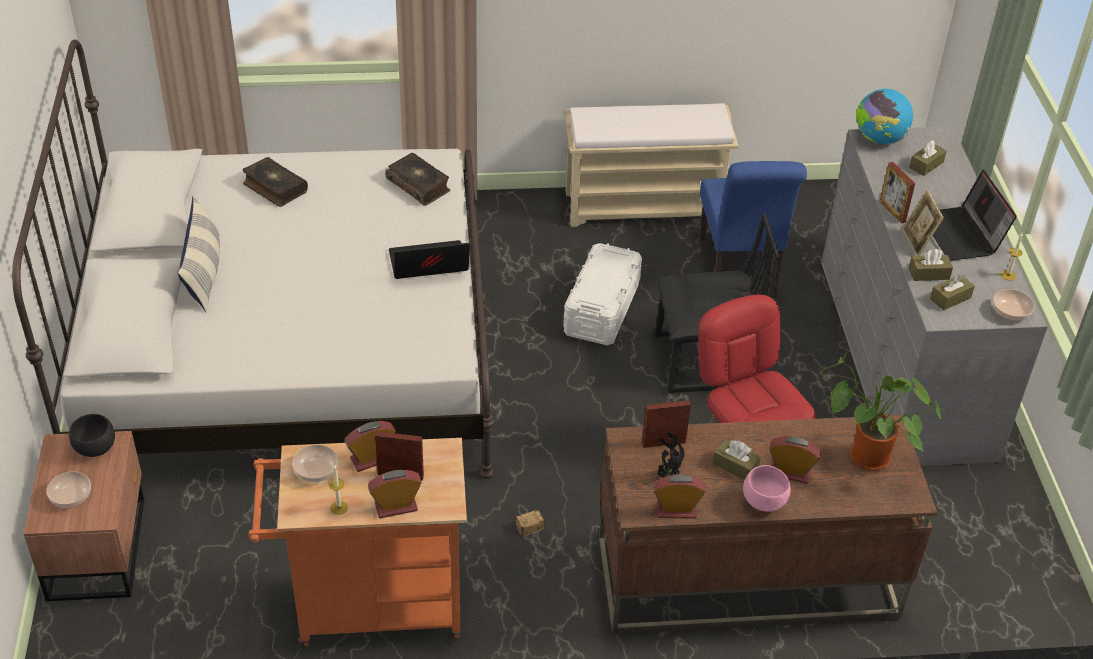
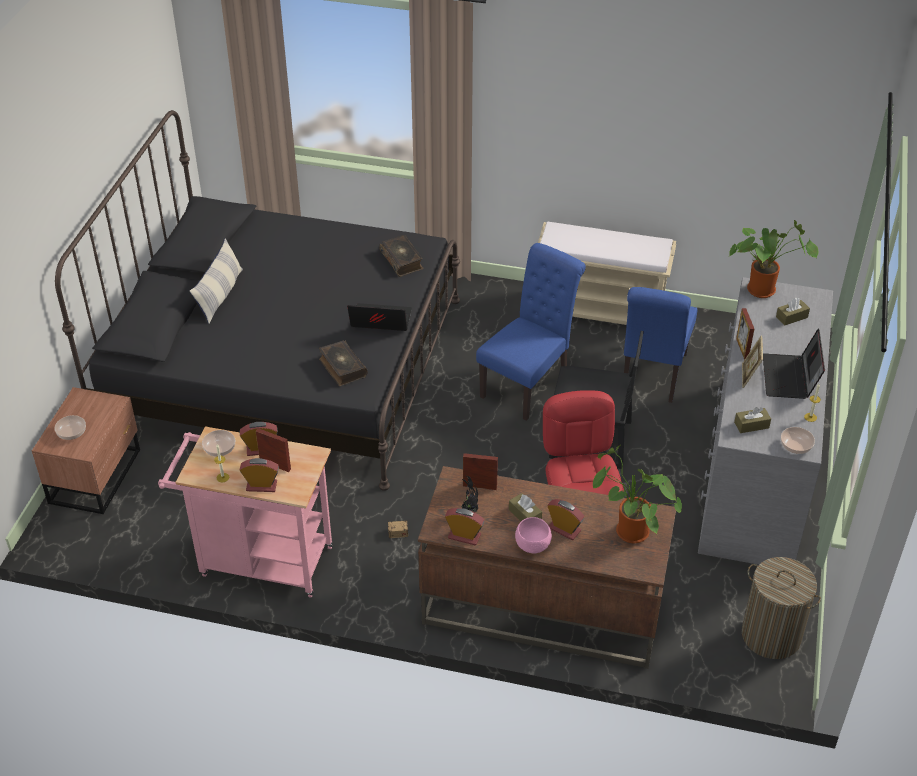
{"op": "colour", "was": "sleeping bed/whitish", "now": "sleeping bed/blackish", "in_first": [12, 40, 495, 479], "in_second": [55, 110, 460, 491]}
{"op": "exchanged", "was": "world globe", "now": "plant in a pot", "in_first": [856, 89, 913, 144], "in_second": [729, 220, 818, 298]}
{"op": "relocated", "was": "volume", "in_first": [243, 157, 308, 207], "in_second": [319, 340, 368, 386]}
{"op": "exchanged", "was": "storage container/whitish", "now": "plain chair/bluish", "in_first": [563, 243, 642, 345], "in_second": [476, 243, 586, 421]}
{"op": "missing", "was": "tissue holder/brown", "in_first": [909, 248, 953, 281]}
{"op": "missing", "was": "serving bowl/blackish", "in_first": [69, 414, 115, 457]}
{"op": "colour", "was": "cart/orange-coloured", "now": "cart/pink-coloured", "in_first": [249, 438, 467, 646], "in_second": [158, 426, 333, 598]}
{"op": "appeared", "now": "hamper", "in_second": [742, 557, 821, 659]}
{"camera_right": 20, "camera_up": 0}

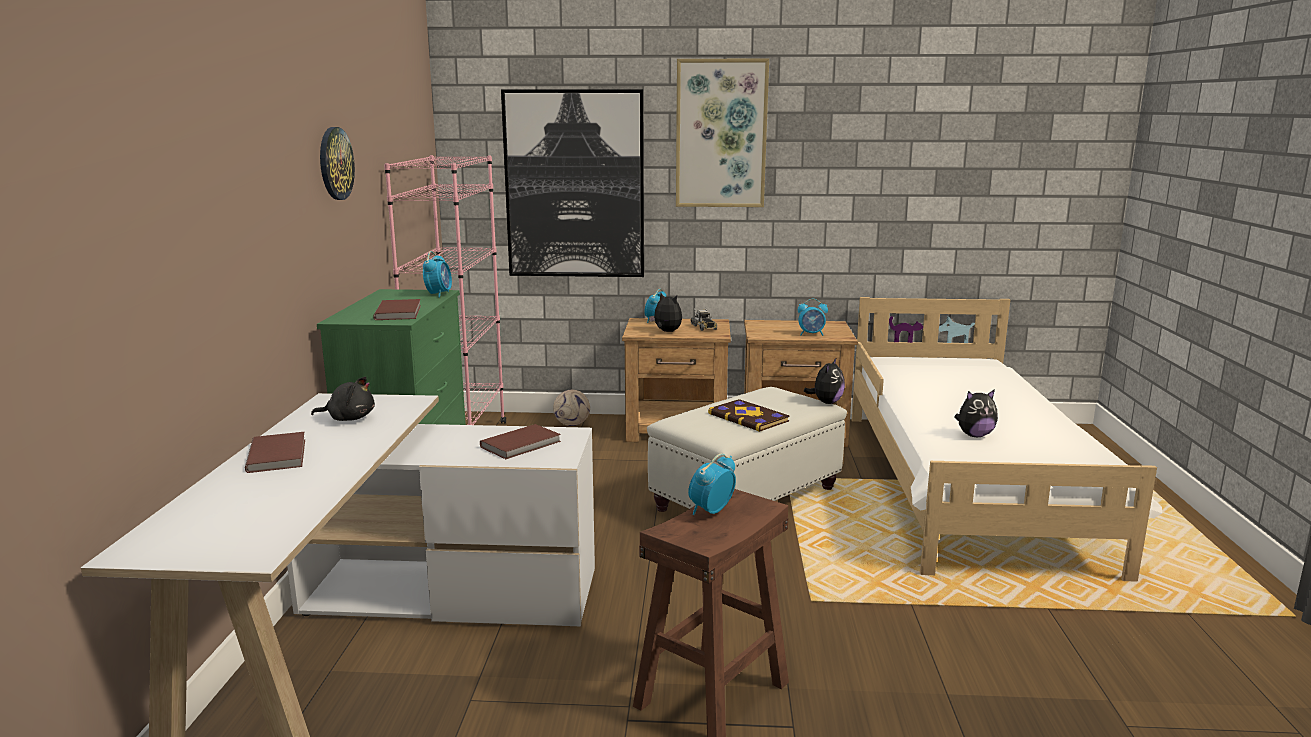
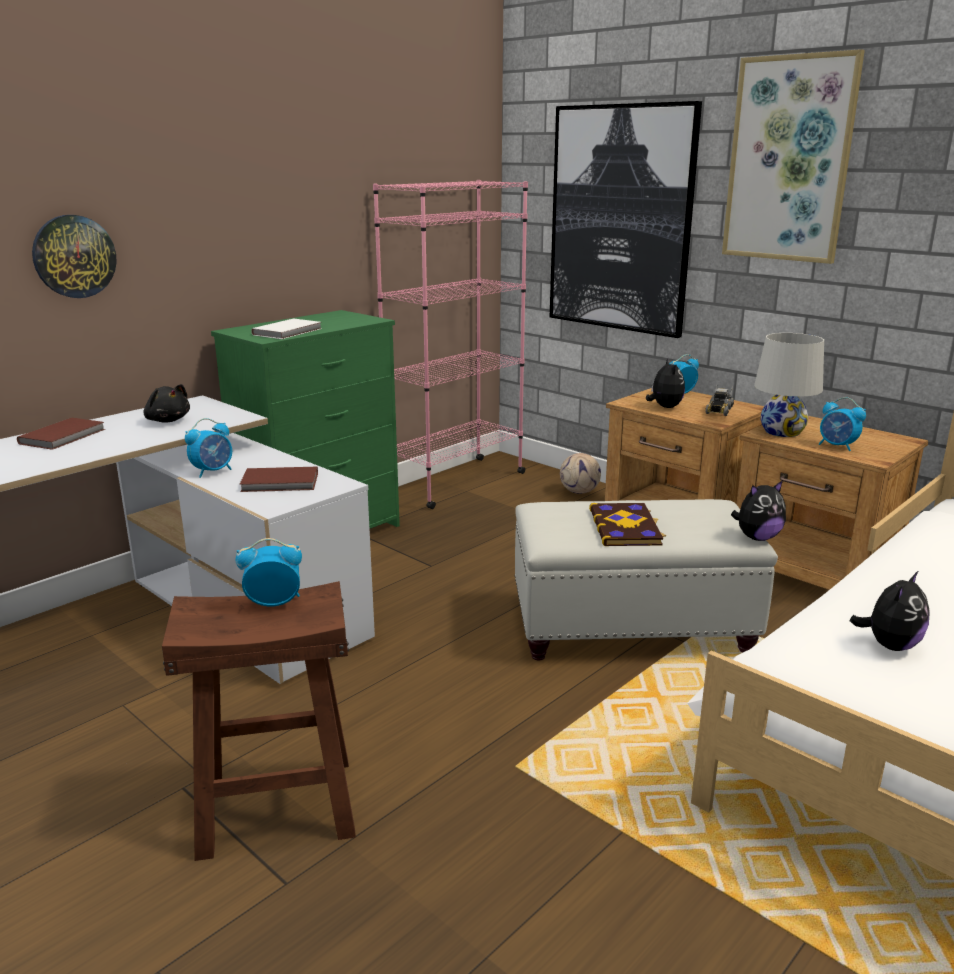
{"op": "relocated", "was": "hanging clock", "in_first": [320, 127, 355, 200], "in_second": [32, 215, 116, 298]}
{"op": "relocated", "was": "alarm clock", "in_first": [423, 251, 452, 298], "in_second": [185, 418, 232, 478]}
{"op": "colour", "was": "volume/brown", "now": "volume/whitish", "in_first": [373, 299, 421, 320], "in_second": [251, 318, 322, 339]}
{"op": "spun", "was": "cuddly toy", "in_first": [955, 389, 998, 437], "in_second": [850, 571, 930, 651], "clockwise": -75}
{"op": "appeared", "now": "table lamp/whitish", "in_second": [754, 333, 824, 437]}
{"camera_right": 40, "camera_up": 5}

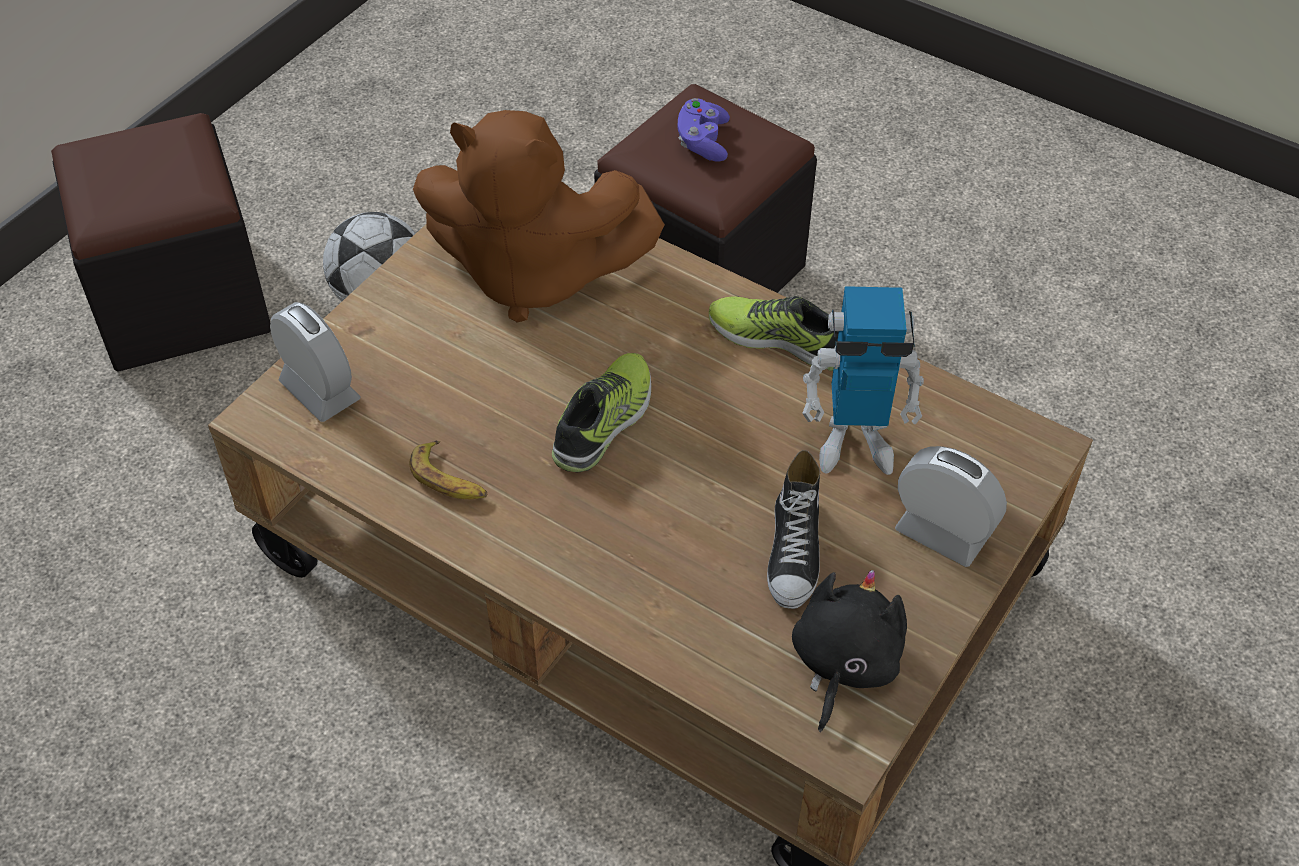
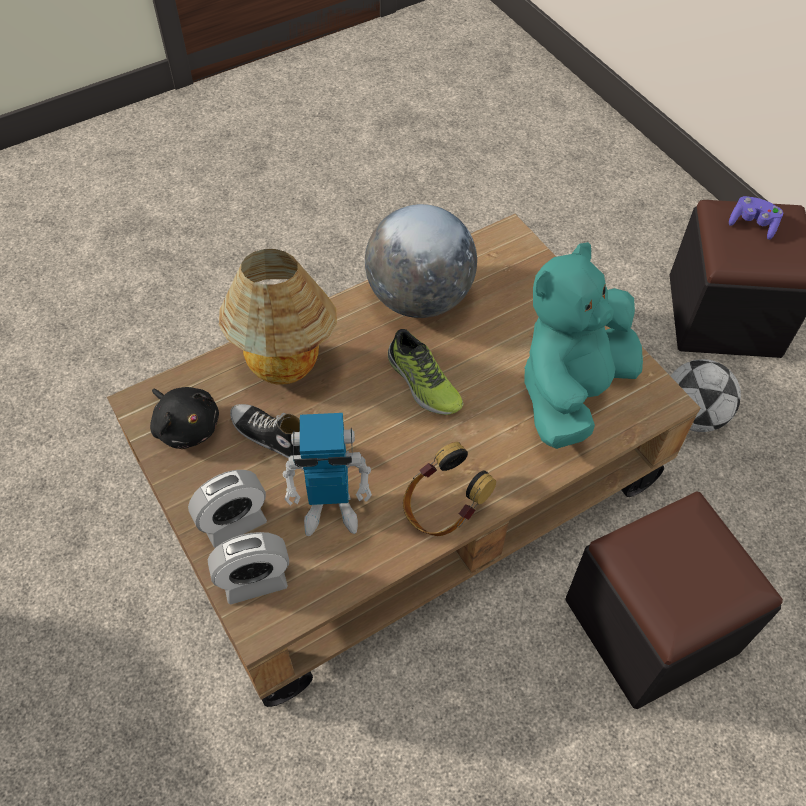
{"op": "relocated", "was": "gamepad/purplish", "in_first": [678, 98, 730, 162], "in_second": [729, 196, 783, 240]}
{"op": "colour", "was": "cuddly toy/brown", "now": "cuddly toy/turquoise", "in_first": [413, 110, 665, 323], "in_second": [524, 242, 643, 449]}
{"op": "spun", "was": "model robot", "in_first": [802, 286, 924, 475], "in_second": [283, 413, 372, 536], "clockwise": -120}
{"op": "exchanged", "was": "low shoe", "now": "headphones", "in_first": [709, 296, 839, 371], "in_second": [403, 442, 496, 536]}
{"op": "relocated", "was": "alarm clock", "in_first": [270, 302, 361, 422], "in_second": [208, 532, 289, 605]}
{"op": "exchanged", "was": "whole banana", "now": "world globe", "in_first": [410, 441, 487, 499], "in_second": [365, 204, 477, 318]}
{"op": "appeared", "now": "table lamp", "in_second": [219, 249, 337, 385]}
{"camera_right": 115, "camera_up": 5}

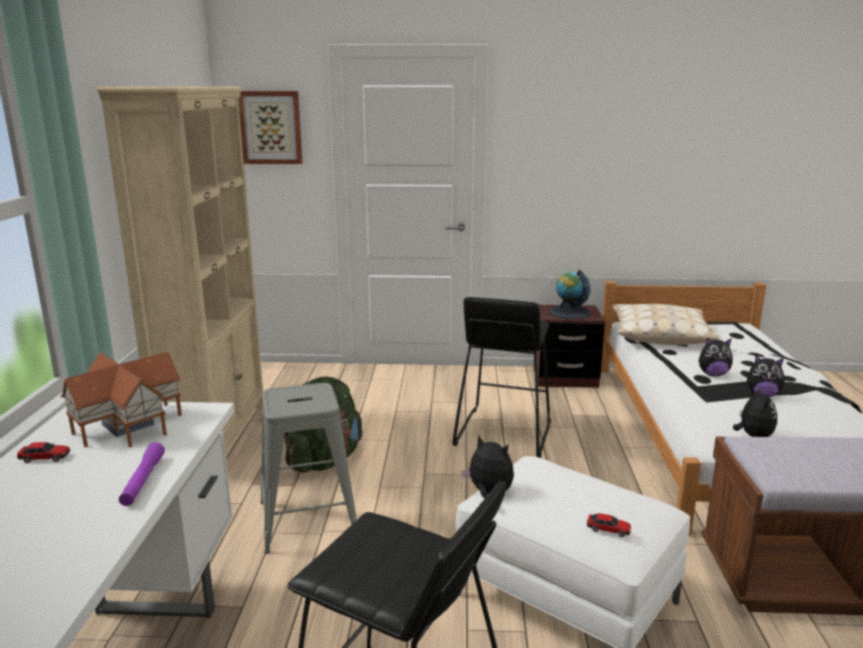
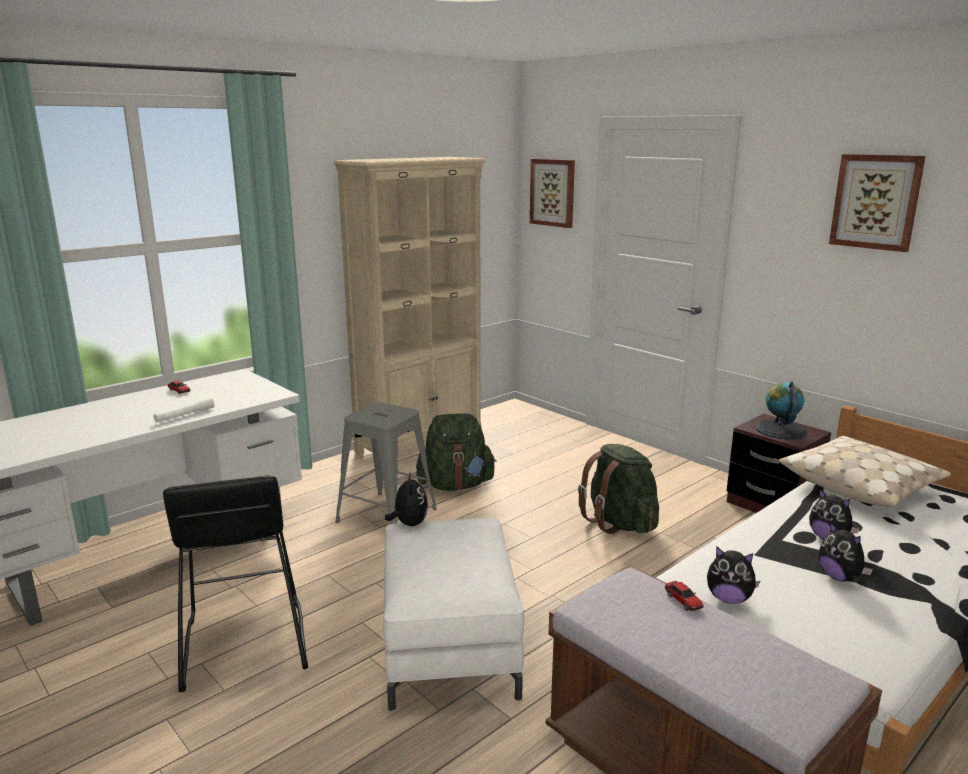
{"op": "exchanged", "was": "stool/blackish", "now": "rucksack/greenish", "in_first": [452, 297, 551, 458], "in_second": [578, 444, 659, 534]}
{"op": "missing", "was": "miniature house", "in_first": [61, 352, 182, 447]}
{"op": "spun", "was": "cuddly toy", "in_first": [733, 387, 777, 437], "in_second": [707, 546, 760, 604], "clockwise": 60}
{"op": "colour", "was": "flashlight/purplish", "now": "flashlight/whitish", "in_first": [119, 442, 165, 506], "in_second": [154, 397, 214, 423]}
{"op": "relocated", "was": "model car", "in_first": [587, 513, 631, 537], "in_second": [665, 581, 704, 611]}
{"op": "appeared", "now": "picture", "in_second": [829, 154, 926, 252]}
{"camera_right": 45, "camera_up": 0}

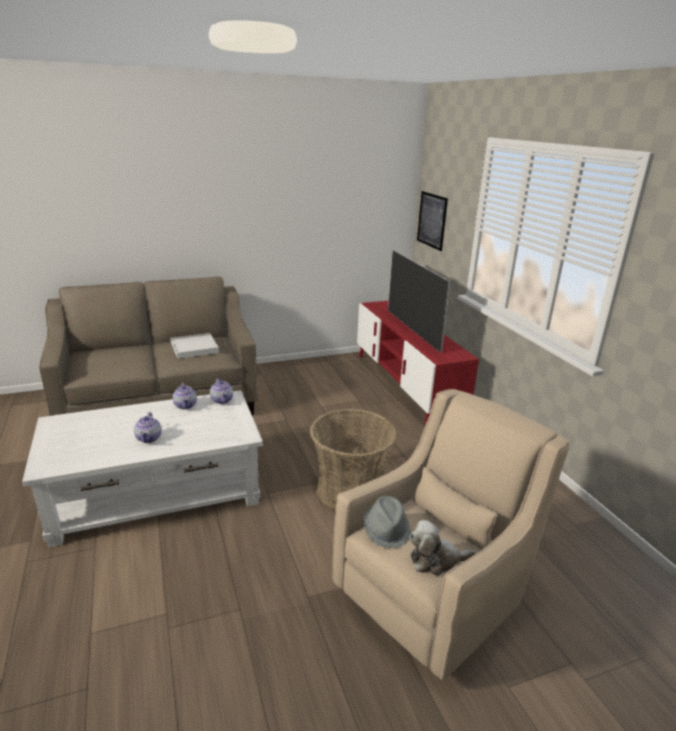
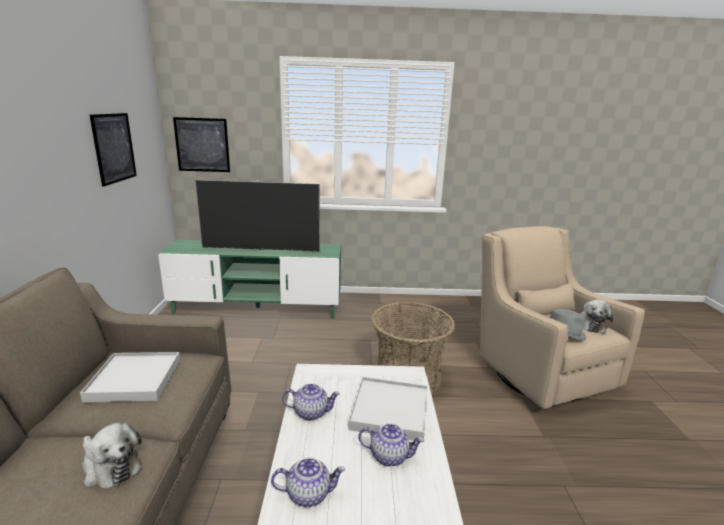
{"op": "colour", "was": "tv stand/reddish", "now": "tv stand/greenish", "in_first": [357, 301, 479, 426], "in_second": [158, 240, 341, 319]}
{"op": "relocated", "was": "teapot", "in_first": [210, 378, 233, 404], "in_second": [271, 457, 345, 507]}
{"op": "appeared", "now": "picture", "in_second": [90, 113, 137, 187]}
{"op": "appeared", "now": "carrying tray/whitish", "in_second": [348, 377, 428, 440]}
{"op": "appeared", "now": "cuddly toy", "in_second": [82, 423, 142, 489]}
{"camera_right": -70, "camera_up": -5}

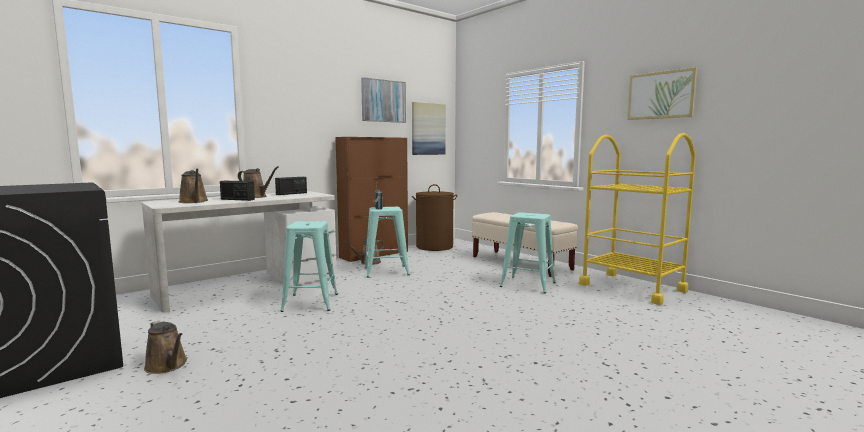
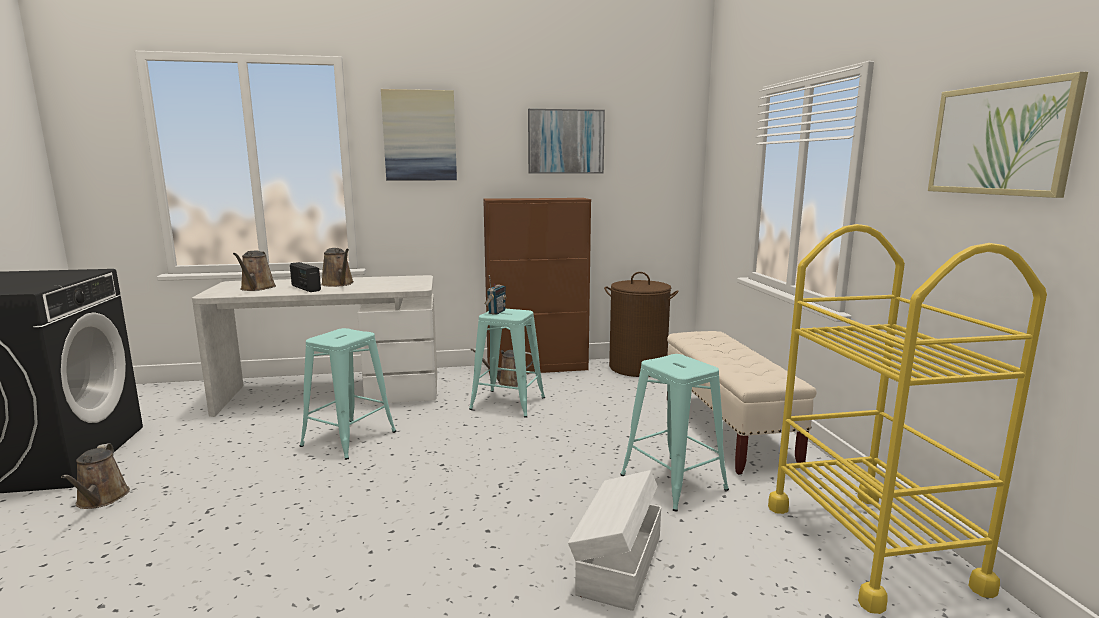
{"op": "relocated", "was": "picture", "in_first": [412, 102, 446, 155], "in_second": [381, 89, 457, 181]}
{"op": "missing", "was": "radio set", "in_first": [275, 177, 307, 195]}
{"op": "appeared", "now": "storage container/whitish", "in_second": [568, 470, 661, 611]}
{"camera_right": 30, "camera_up": 5}

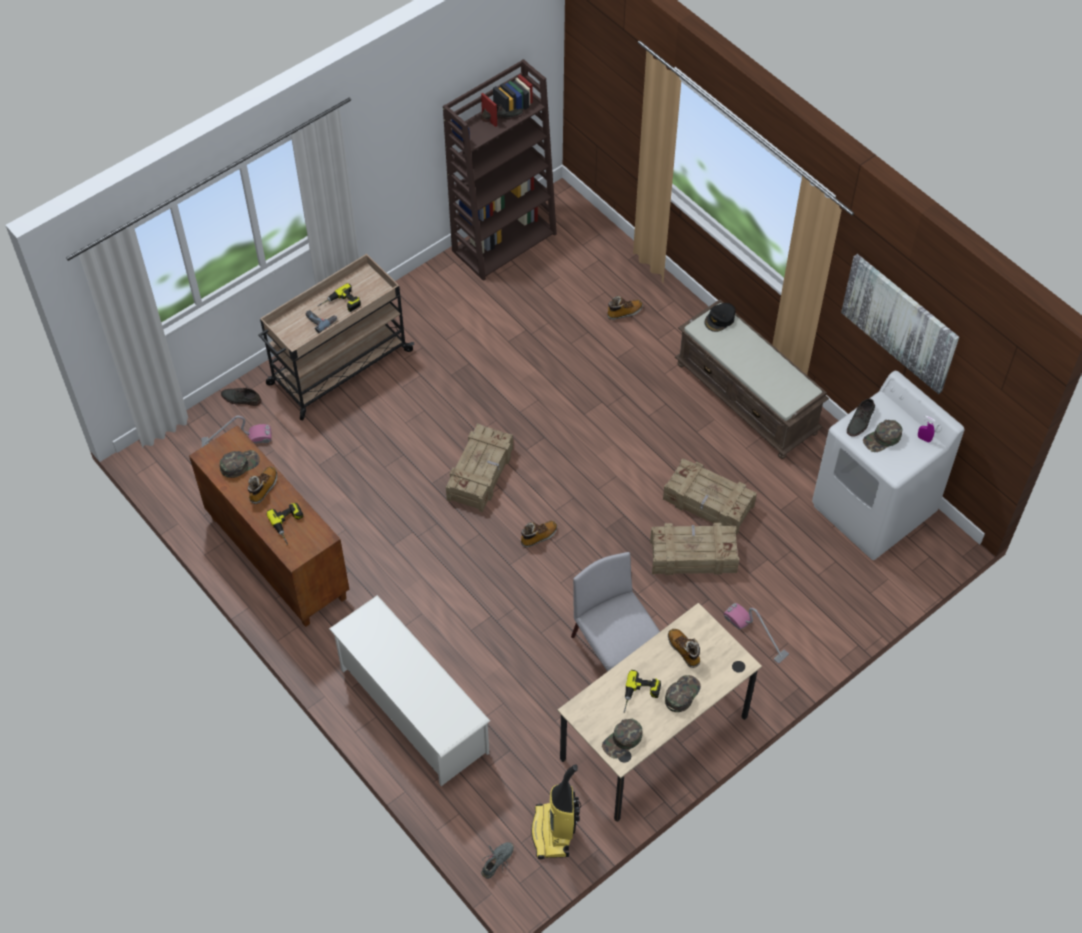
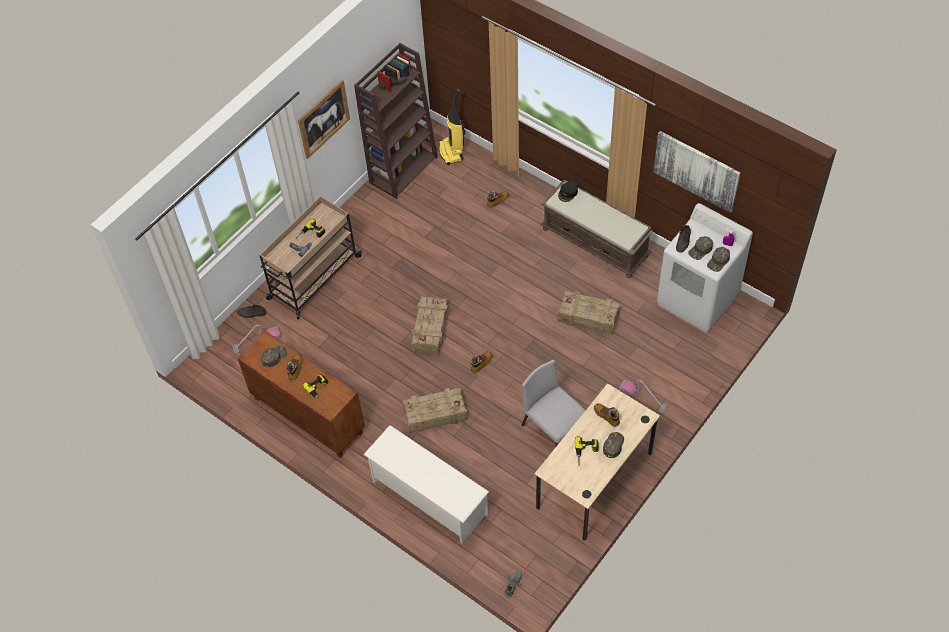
{"op": "relocated", "was": "packing crate", "in_first": [650, 523, 739, 575], "in_second": [402, 388, 467, 433]}
{"op": "relocated", "was": "peaked cap/greenish", "in_first": [602, 719, 643, 758], "in_second": [707, 247, 730, 272]}
{"op": "relocated", "was": "hoover", "in_first": [531, 764, 581, 859], "in_second": [439, 89, 465, 165]}
{"op": "appeared", "now": "picture", "in_second": [298, 80, 350, 159]}
{"camera_right": -10, "camera_up": 0}

